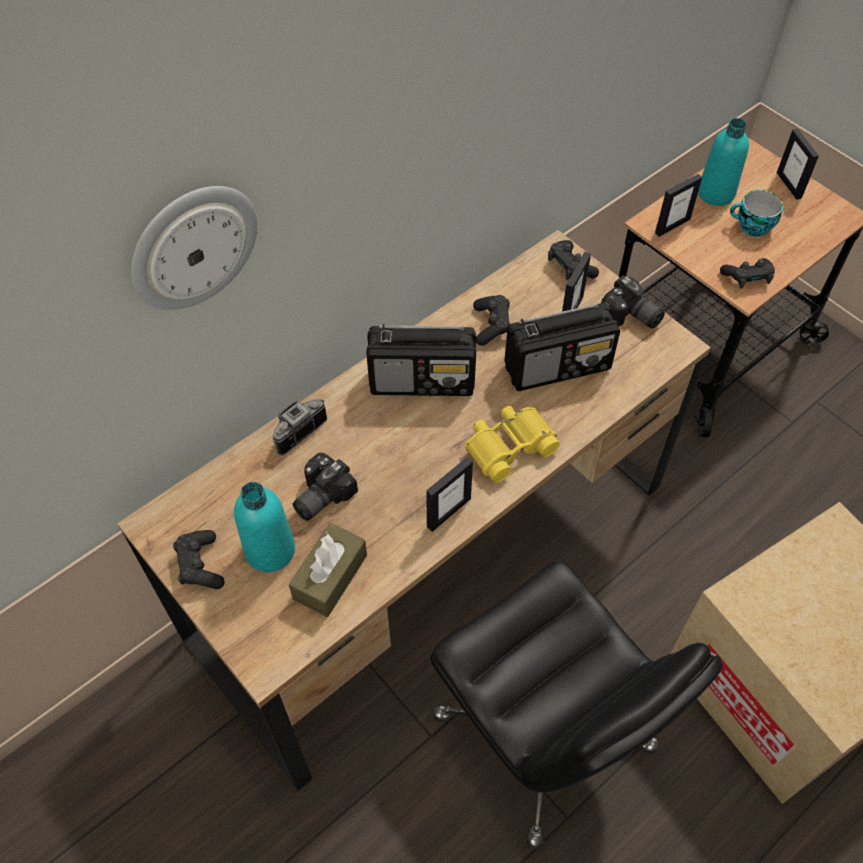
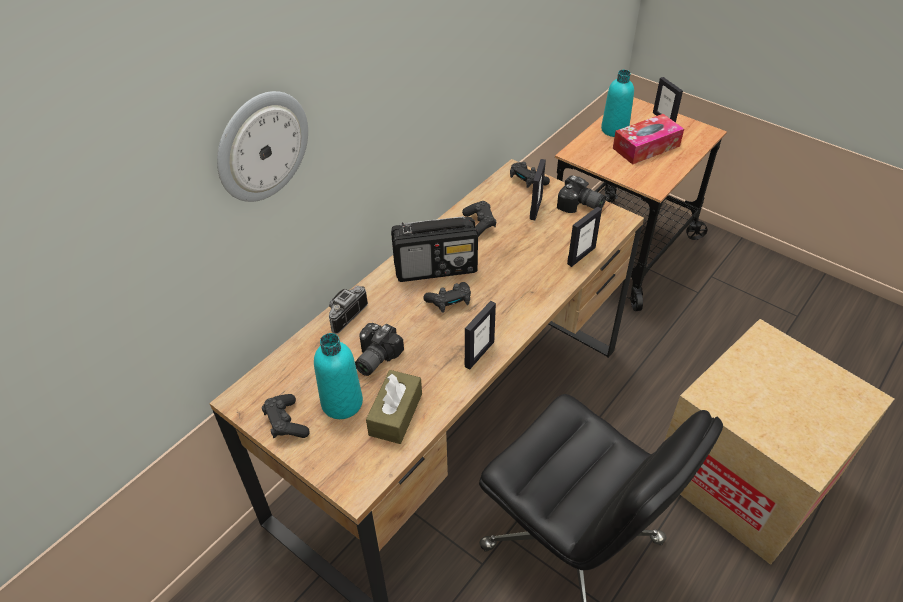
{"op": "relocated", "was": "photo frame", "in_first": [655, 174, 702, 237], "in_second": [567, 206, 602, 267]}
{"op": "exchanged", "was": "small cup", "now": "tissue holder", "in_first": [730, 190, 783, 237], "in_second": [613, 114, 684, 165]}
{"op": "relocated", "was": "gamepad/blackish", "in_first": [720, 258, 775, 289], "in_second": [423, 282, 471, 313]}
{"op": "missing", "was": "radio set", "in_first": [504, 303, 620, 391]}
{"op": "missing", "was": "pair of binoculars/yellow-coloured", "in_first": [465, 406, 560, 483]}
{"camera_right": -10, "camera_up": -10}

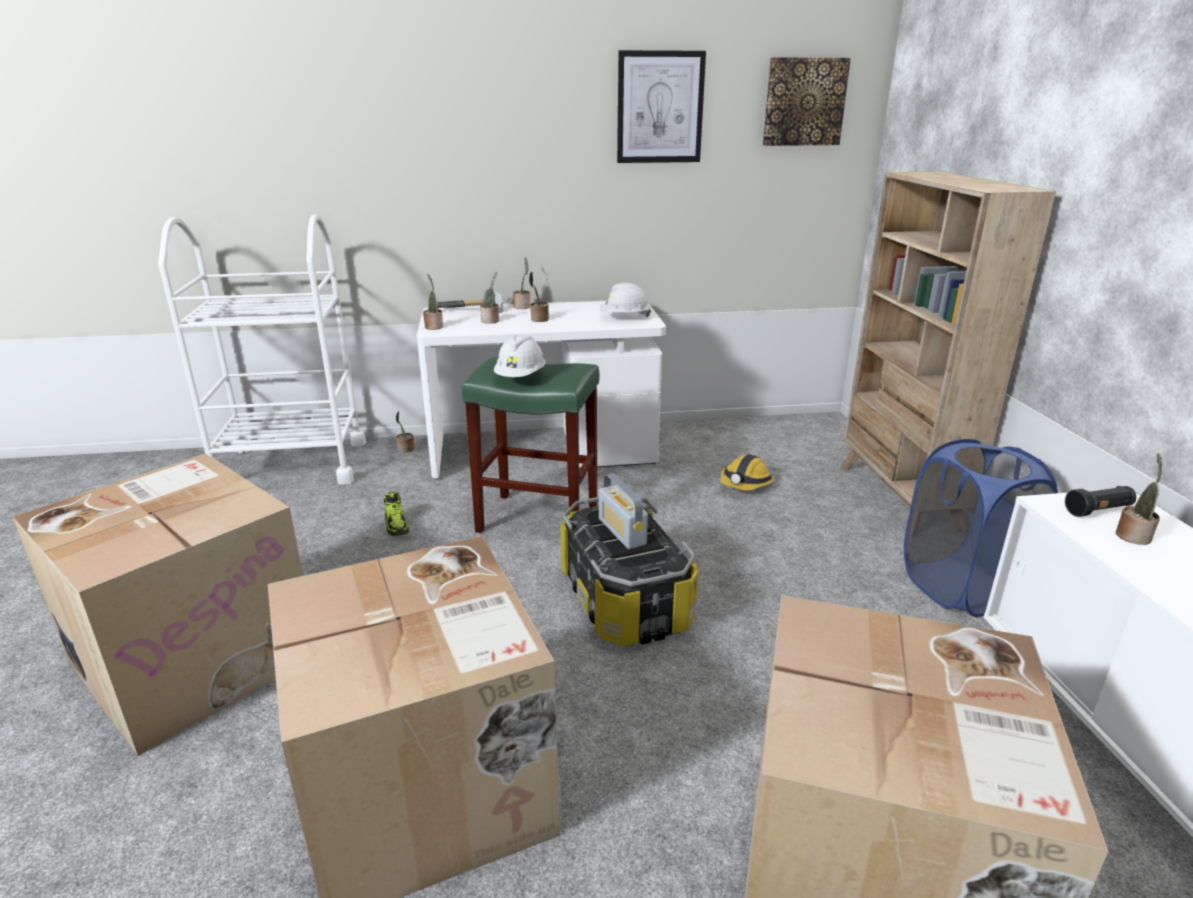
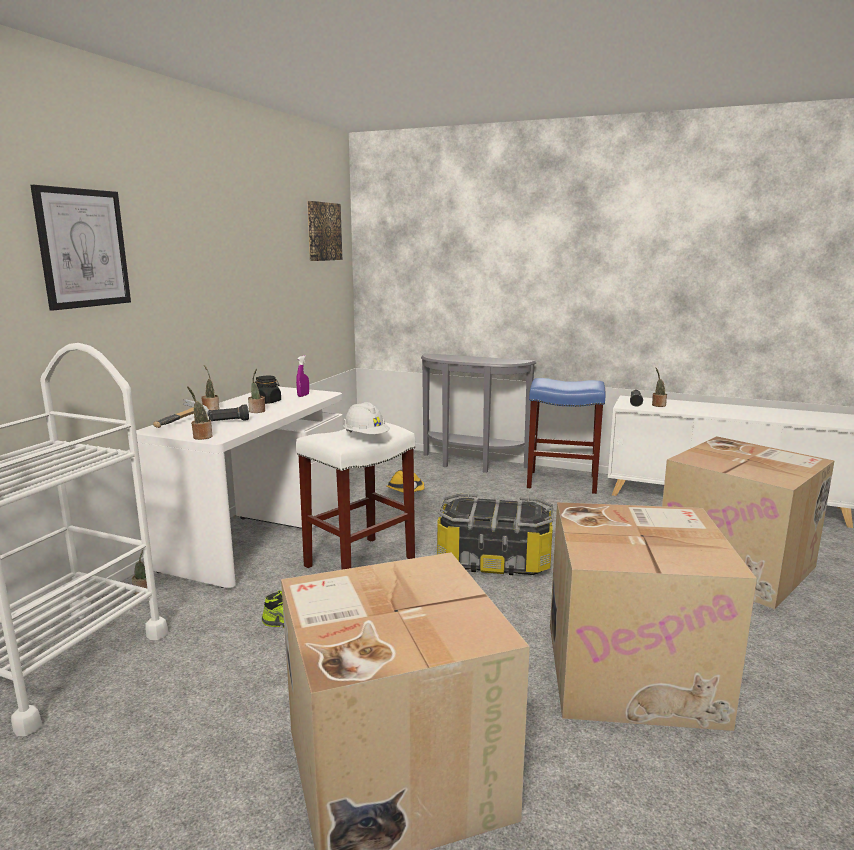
{"op": "relocated", "was": "picture", "in_first": [617, 50, 706, 163], "in_second": [31, 185, 131, 311]}
{"op": "exchanged", "was": "shelving unit/beige", "now": "narrow table/grey", "in_first": [840, 171, 1056, 536], "in_second": [421, 353, 536, 473]}
{"op": "exchanged", "was": "plant in a pot", "now": "flashlight/blackish", "in_first": [480, 272, 499, 324], "in_second": [208, 404, 249, 422]}
{"op": "exchanged", "was": "safety helmet/whitish", "now": "sprayer/purplish", "in_first": [600, 283, 651, 317], "in_second": [296, 355, 309, 397]}
{"op": "colour", "was": "stool/greenish", "now": "stool/whitish", "in_first": [462, 356, 600, 533], "in_second": [296, 422, 415, 570]}
{"op": "exchanged", "was": "hamper/bluish", "now": "stool/bluish", "in_first": [904, 439, 1058, 617], "in_second": [527, 378, 606, 494]}
{"op": "missing", "was": "radio set", "in_first": [599, 473, 648, 549]}
{"op": "appeared", "now": "storage jar/blackish", "in_second": [255, 376, 281, 404]}
{"camera_right": -60, "camera_up": -10}

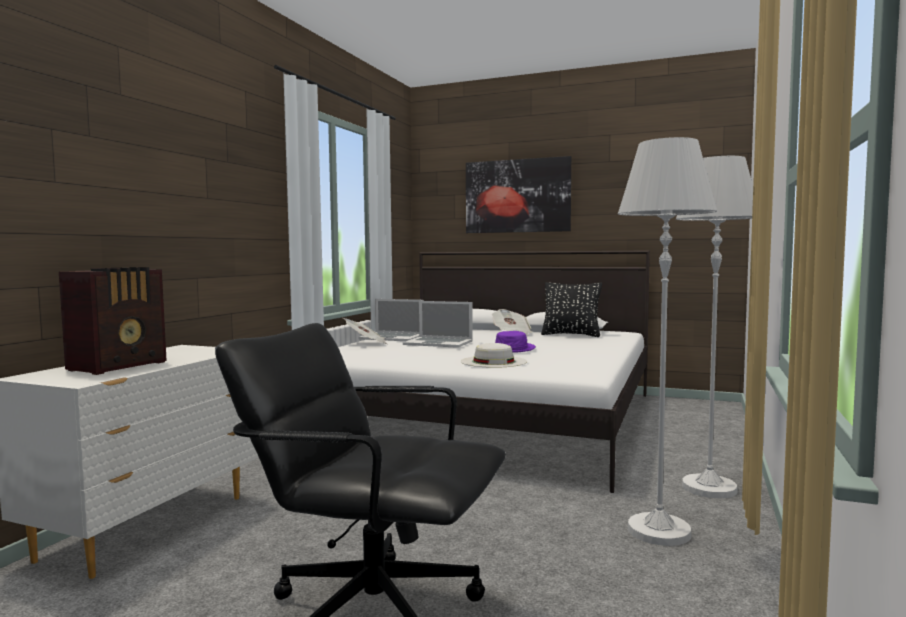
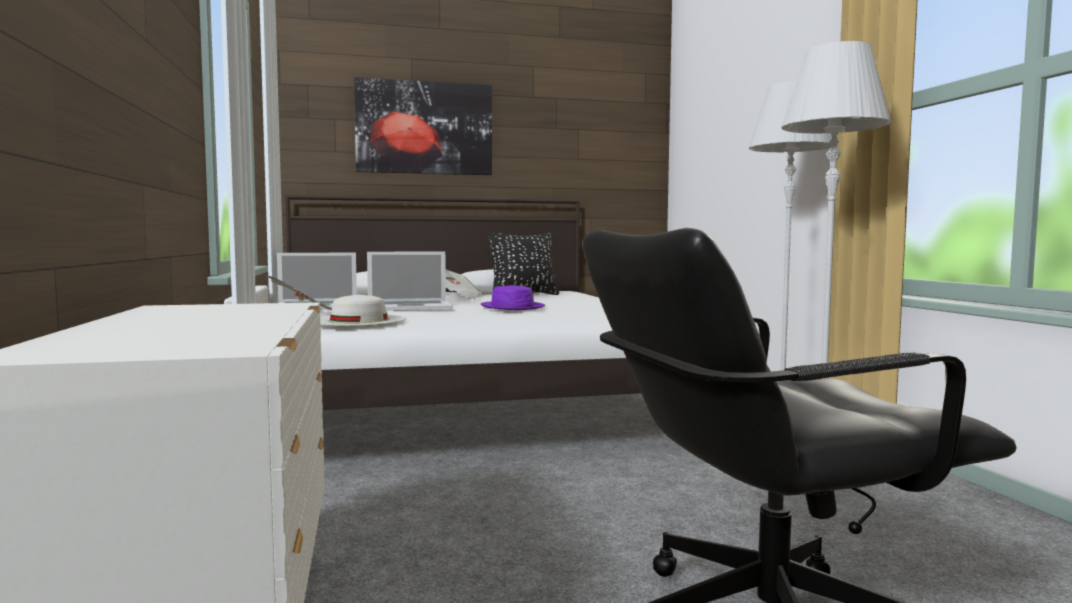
{"op": "missing", "was": "radio set", "in_first": [59, 267, 166, 375]}
{"op": "relocated", "was": "wearable hat/whitish", "in_first": [461, 343, 527, 368], "in_second": [320, 294, 406, 326]}
{"camera_right": -35, "camera_up": 0}

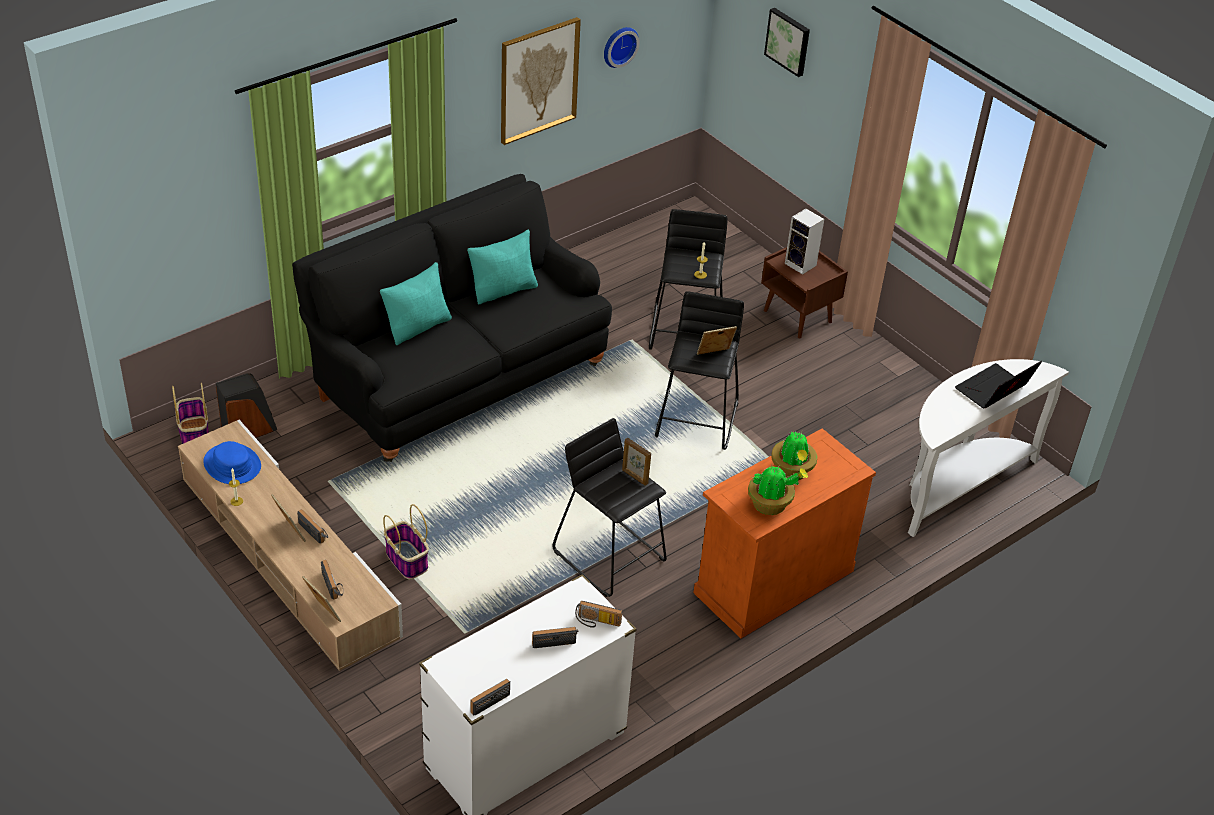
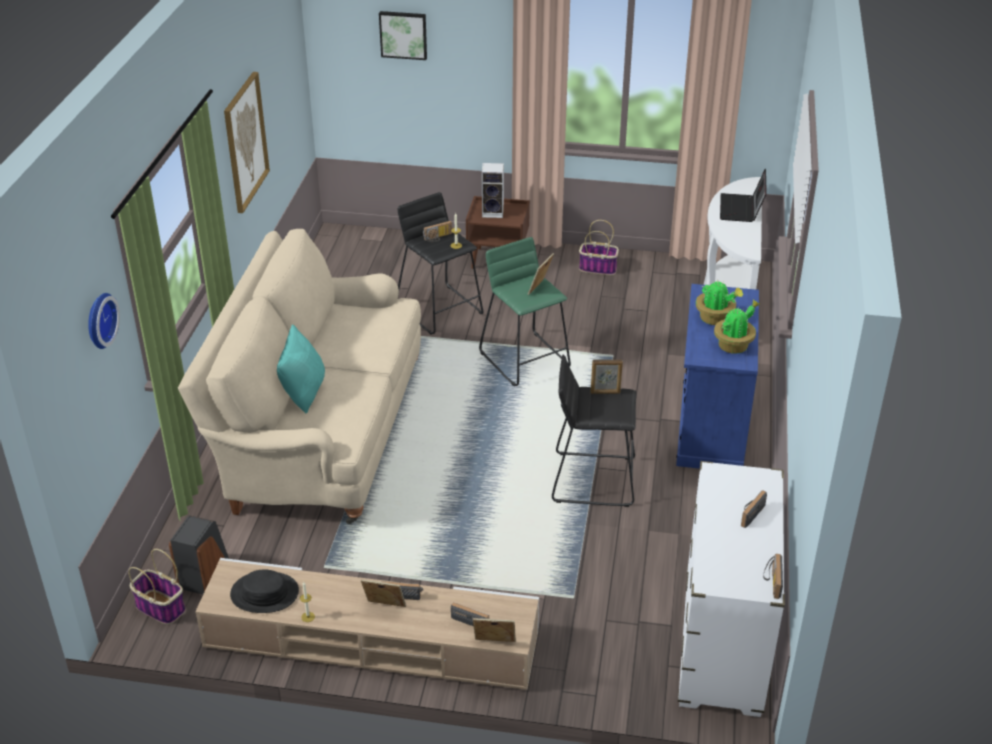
{"op": "relocated", "was": "hanging clock", "in_first": [604, 27, 640, 68], "in_second": [88, 293, 120, 349]}
{"op": "colour", "was": "settee/blackish", "now": "settee/beige", "in_first": [292, 174, 612, 462], "in_second": [178, 229, 421, 524]}
{"op": "missing", "was": "cushion/turquoise", "in_first": [467, 230, 538, 304]}
{"op": "colour", "was": "stool/blackish", "now": "stool/greenish", "in_first": [655, 291, 744, 450], "in_second": [479, 237, 571, 386]}
{"op": "colour", "was": "cupboard/orange-coloured", "now": "cupboard/bluish", "in_first": [693, 428, 876, 639], "in_second": [676, 284, 759, 469]}
{"op": "colour", "was": "wearable hat/bluish", "now": "wearable hat/blackish", "in_first": [203, 441, 261, 484], "in_second": [230, 569, 299, 613]}
{"op": "relocated", "was": "household basket", "in_first": [383, 504, 429, 579], "in_second": [579, 220, 619, 275]}
{"op": "relocated", "was": "radio set", "in_first": [575, 601, 622, 628], "in_second": [423, 221, 452, 242]}
{"camera_right": -40, "camera_up": -5}

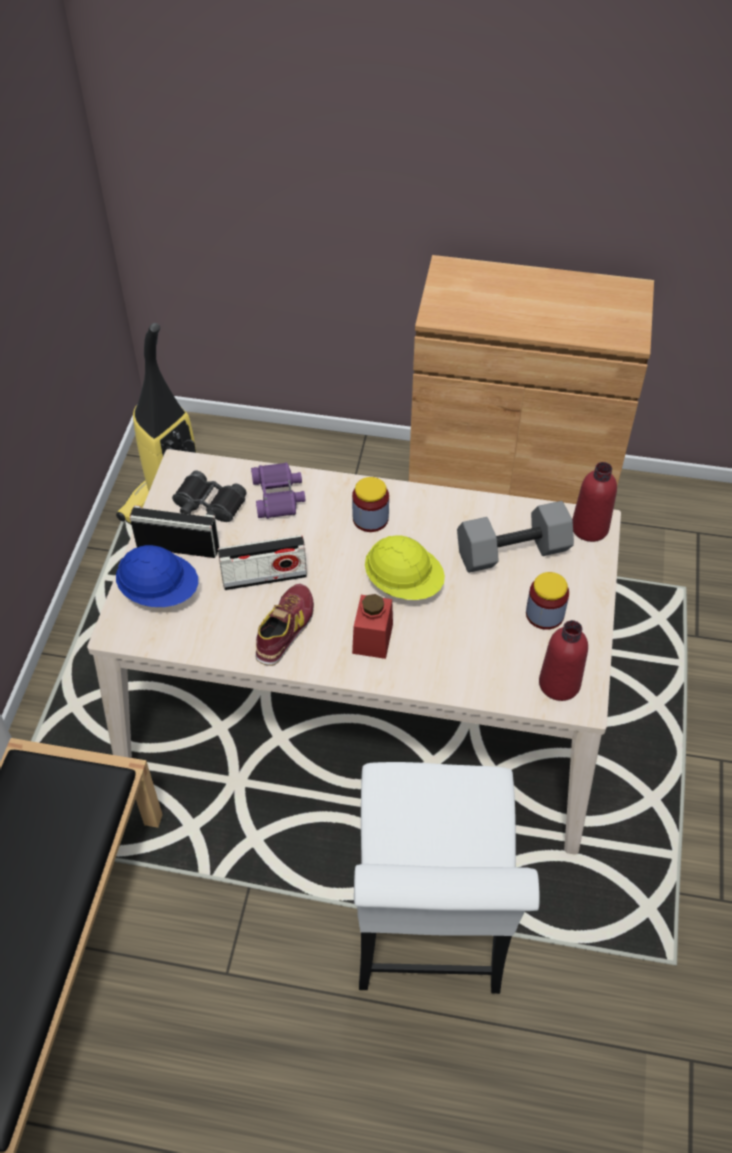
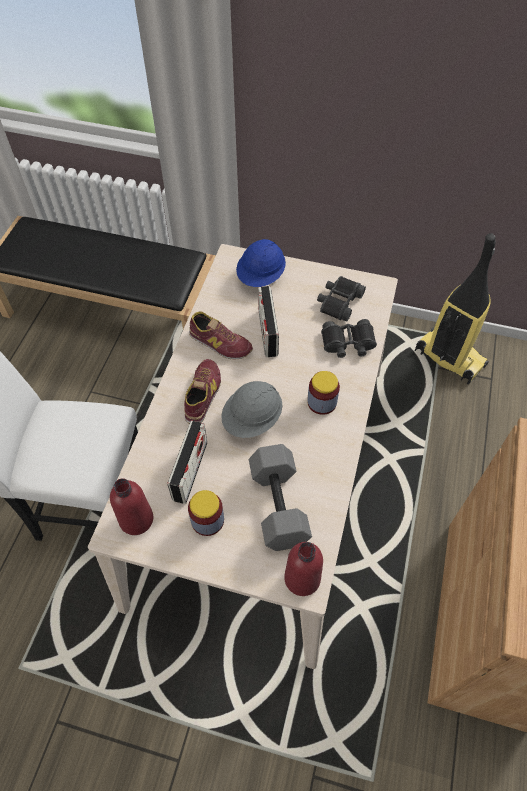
{"op": "colour", "was": "pair of binoculars/purplish", "now": "pair of binoculars/blackish", "in_first": [251, 462, 306, 519], "in_second": [321, 319, 377, 358]}
{"op": "relocated", "was": "radio set", "in_first": [130, 505, 219, 558], "in_second": [168, 420, 207, 504]}
{"op": "colour", "was": "safety helmet/yellow-coloured", "now": "safety helmet/grey", "in_first": [365, 535, 445, 600], "in_second": [221, 381, 283, 438]}
{"op": "exchanged", "was": "storage jar/reddish", "now": "low shoe", "in_first": [352, 594, 393, 659], "in_second": [184, 359, 221, 424]}
{"camera_right": 95, "camera_up": 5}

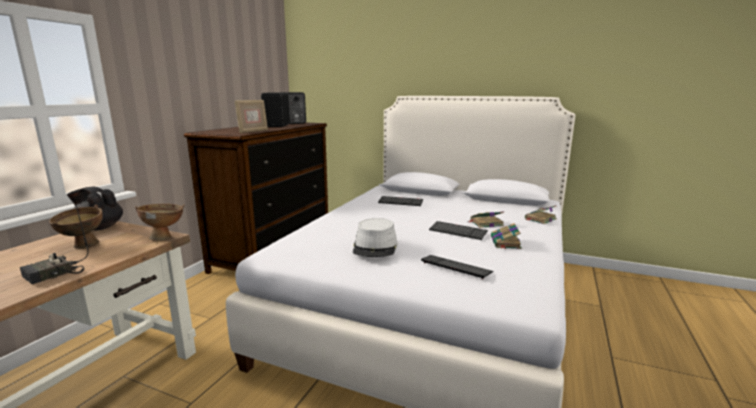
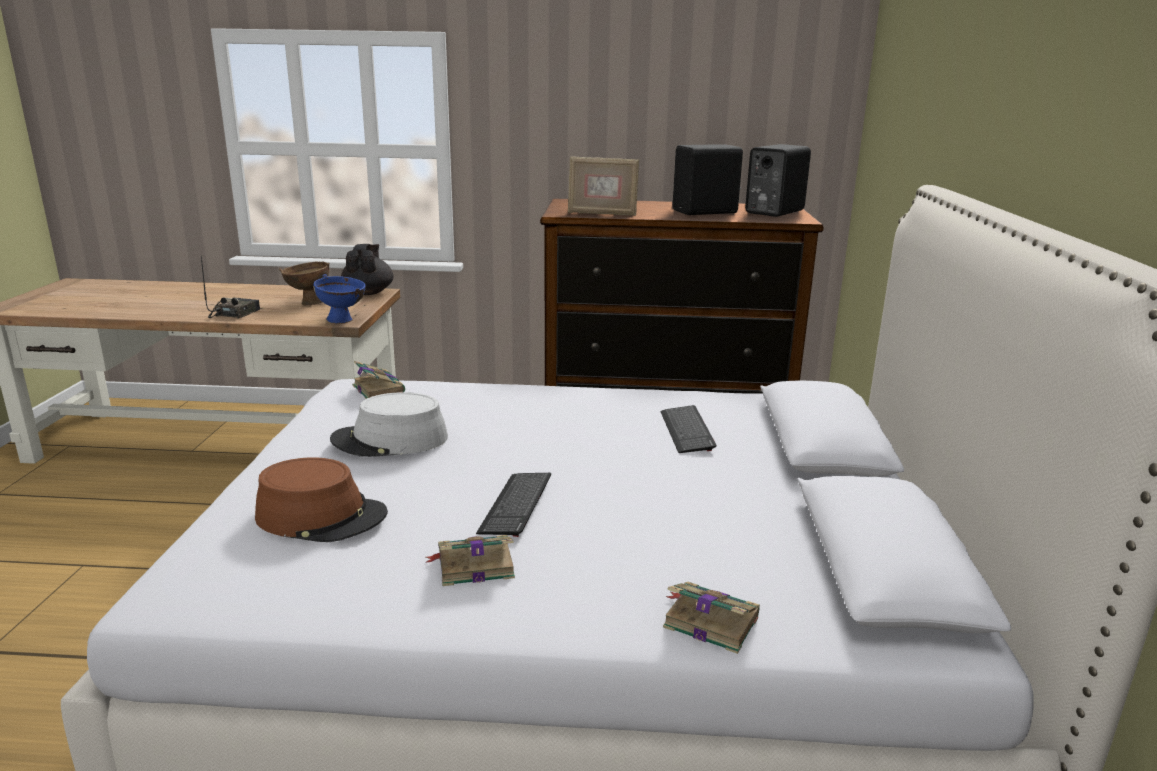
{"op": "colour", "was": "serving bowl/brown", "now": "serving bowl/bluish", "in_first": [135, 204, 184, 241], "in_second": [313, 274, 366, 324]}
{"op": "spun", "was": "radio set", "in_first": [20, 205, 89, 284], "in_second": [201, 257, 260, 319], "clockwise": 90}
{"op": "relocated", "was": "volume", "in_first": [468, 212, 504, 228], "in_second": [353, 361, 405, 399]}
{"op": "exchanged", "was": "computer keyboard", "now": "wearable hat/brown", "in_first": [421, 255, 494, 280], "in_second": [255, 458, 388, 542]}
{"camera_right": 70, "camera_up": 5}

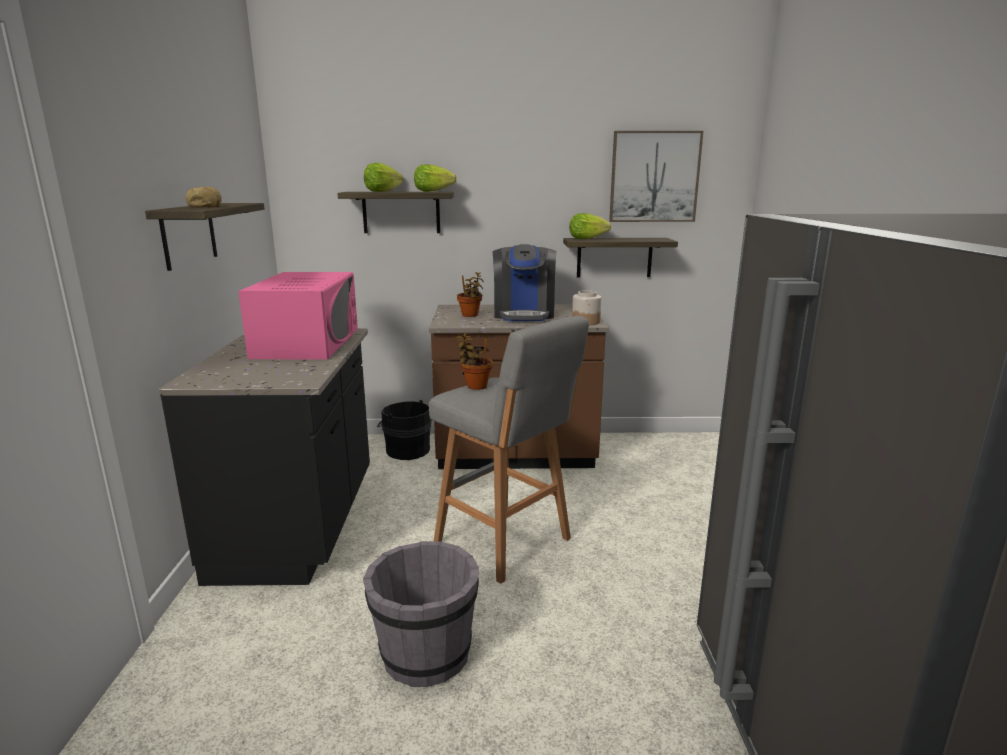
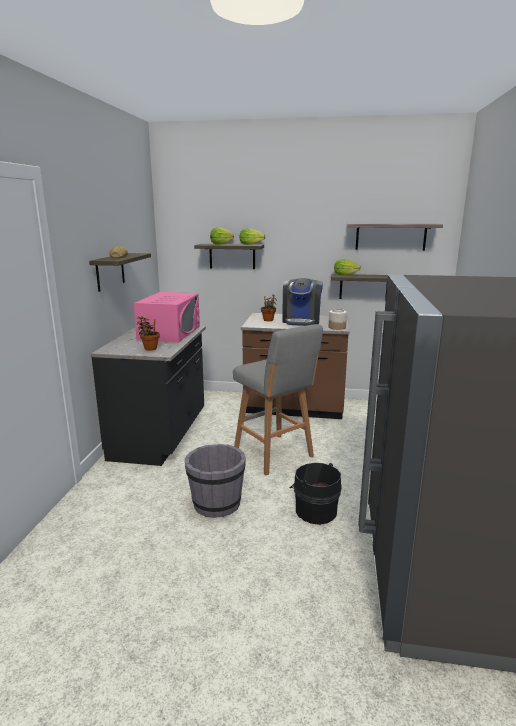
{"op": "exchanged", "was": "picture", "now": "bracket shelf", "in_first": [609, 131, 703, 222], "in_second": [347, 223, 443, 251]}
{"op": "relocated", "was": "plant in a pot", "in_first": [456, 333, 493, 390], "in_second": [137, 317, 160, 351]}
{"op": "relocated", "was": "bucket/blackish", "in_first": [377, 400, 432, 460], "in_second": [290, 463, 342, 525]}
{"camera_right": 10, "camera_up": 0}

